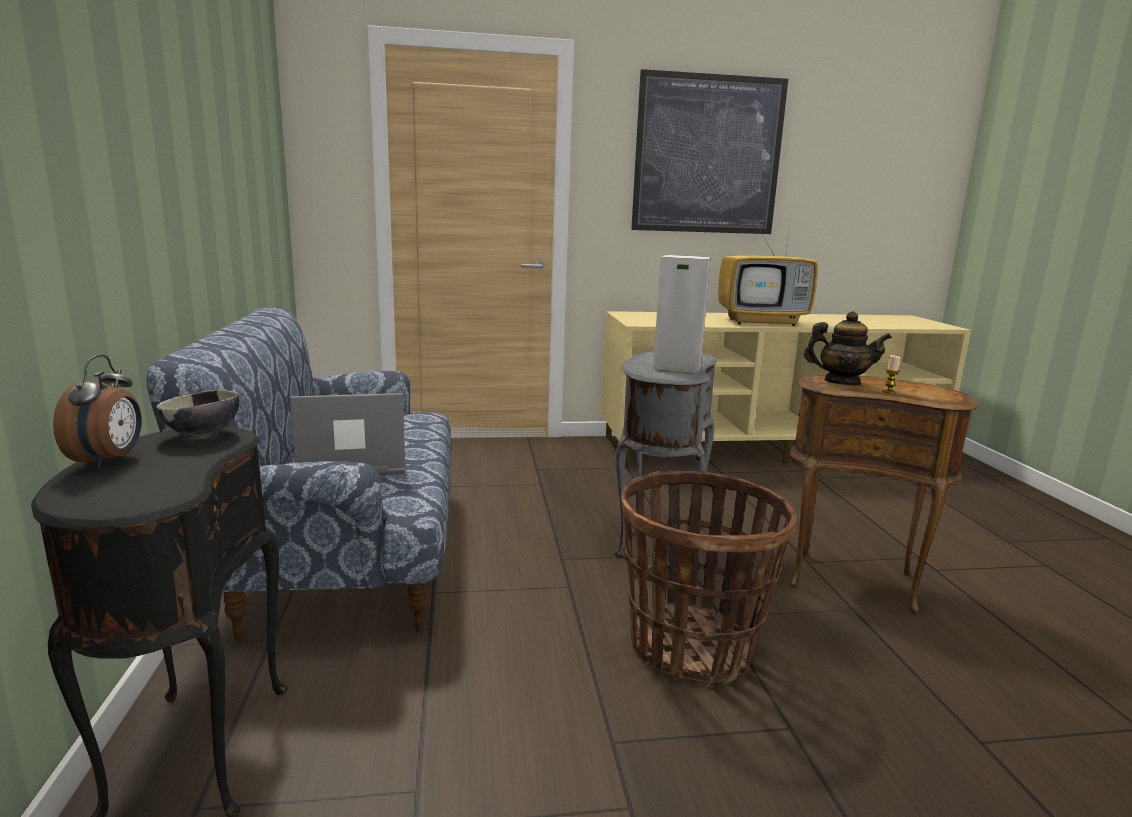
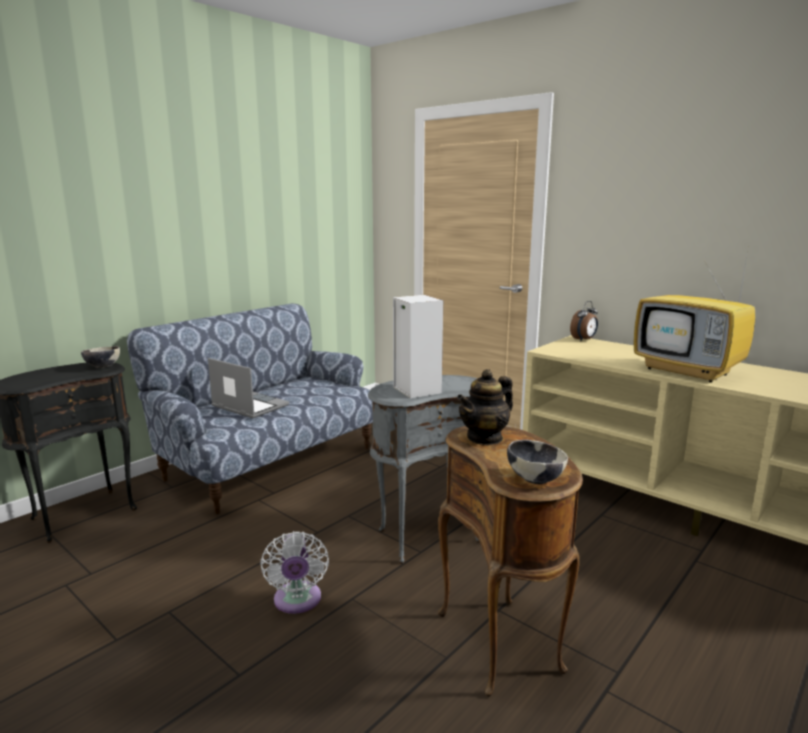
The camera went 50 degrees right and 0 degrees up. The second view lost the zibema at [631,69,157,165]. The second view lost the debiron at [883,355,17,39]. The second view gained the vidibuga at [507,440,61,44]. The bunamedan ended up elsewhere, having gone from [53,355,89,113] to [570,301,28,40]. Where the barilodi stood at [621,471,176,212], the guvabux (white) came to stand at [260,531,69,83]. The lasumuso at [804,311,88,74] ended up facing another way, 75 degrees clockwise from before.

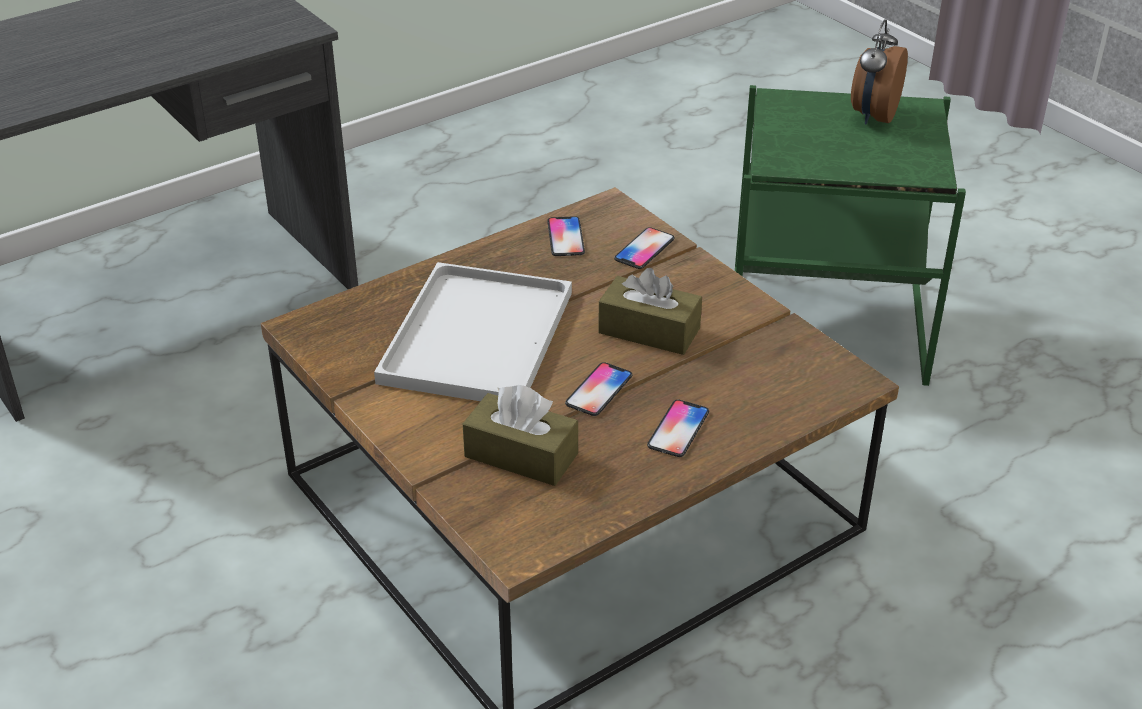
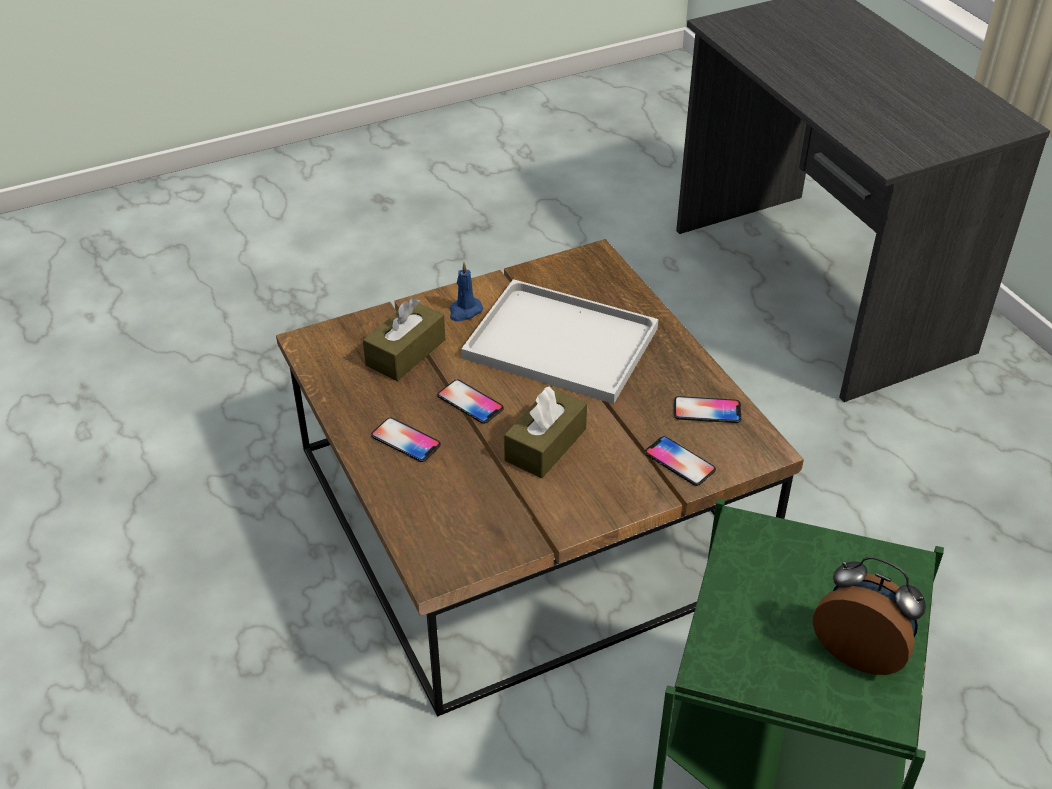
The camera went 100 degrees right and 5 degrees up. The second view gained the debiron (blue) at [450,262,33,59].

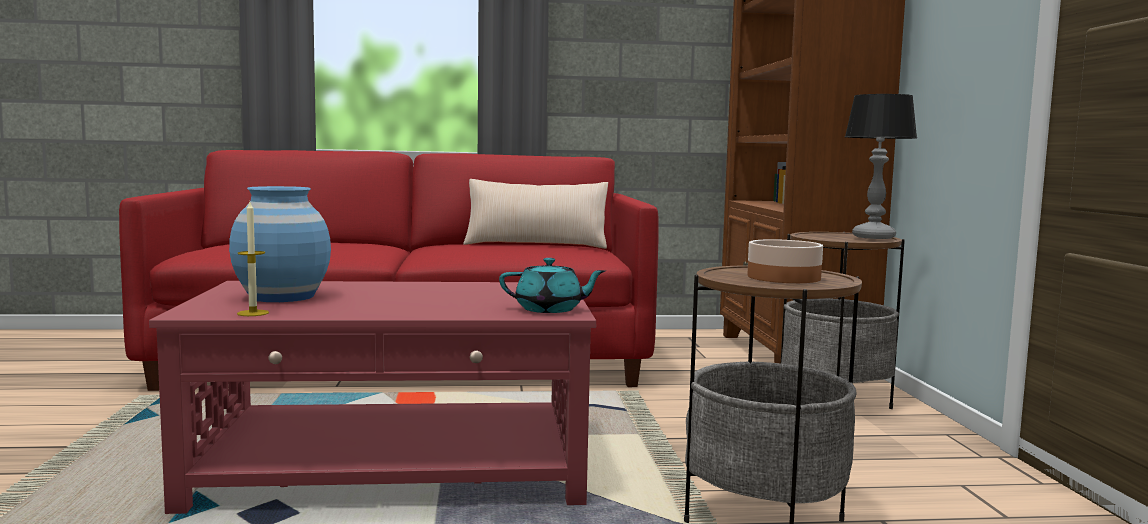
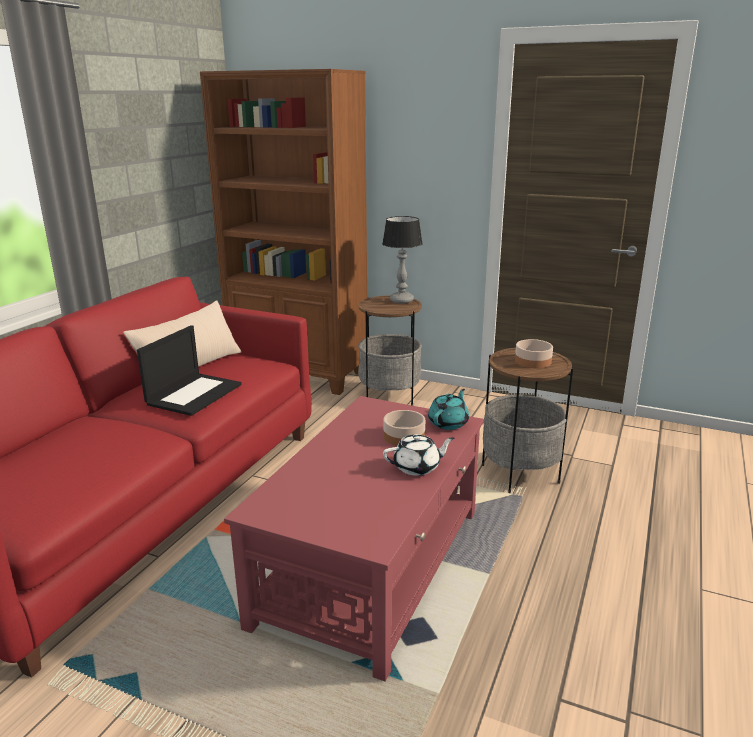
The camera went 60 degrees left and 15 degrees up. The second view lost the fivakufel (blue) at [229,186,102,116]. The second view lost the debiron at [237,202,32,114]. The second view gained the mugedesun at [137,325,105,91]. The second view gained the vidibuga at [383,410,42,36]. The second view gained the lasumuso (white) at [383,434,71,42].

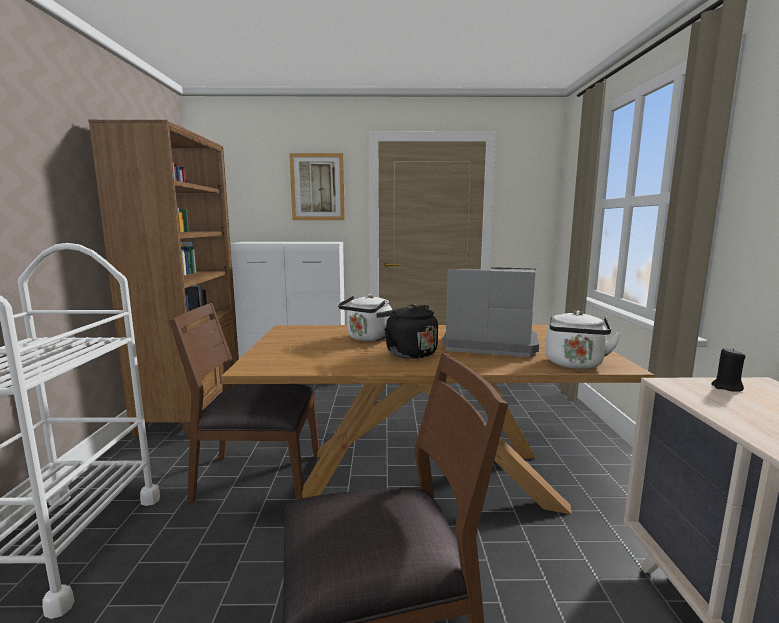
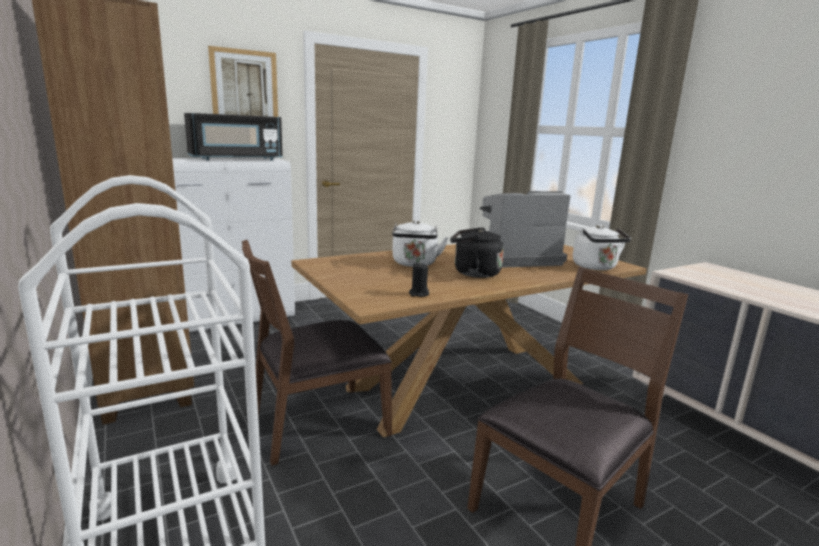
The camera went 30 degrees left and 5 degrees up. The second view gained the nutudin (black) at [184,113,99,47]. The debiron (black) ended up elsewhere, having gone from [711,348,34,44] to [409,262,20,35].

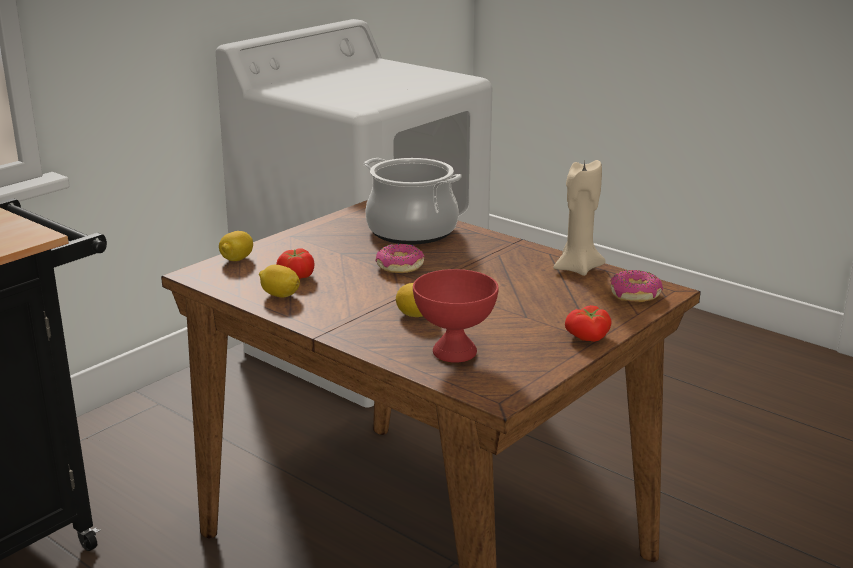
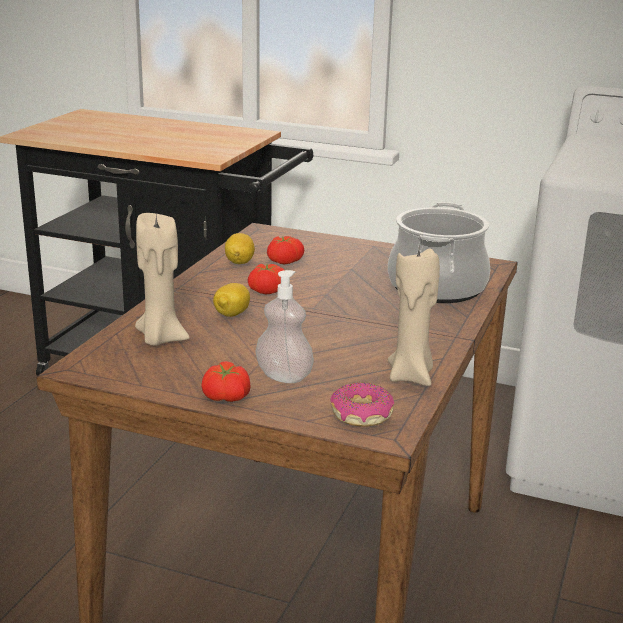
The camera went 70 degrees right and 0 degrees up. The second view lost the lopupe at [219,231,34,30]. The second view lost the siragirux at [375,244,50,29]. The second view gained the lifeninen at [248,264,36,30]. The second view gained the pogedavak at [255,270,59,113]. Where the vidibuga (red) stood at [413,269,85,93], the debiron (beige) came to stand at [135,213,55,133].

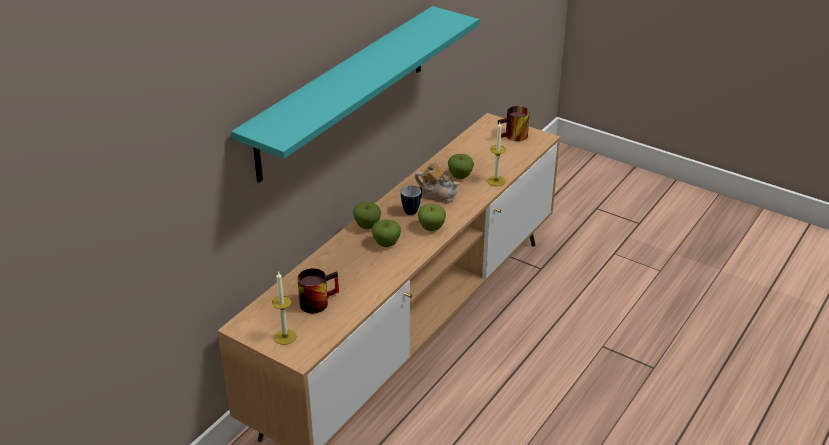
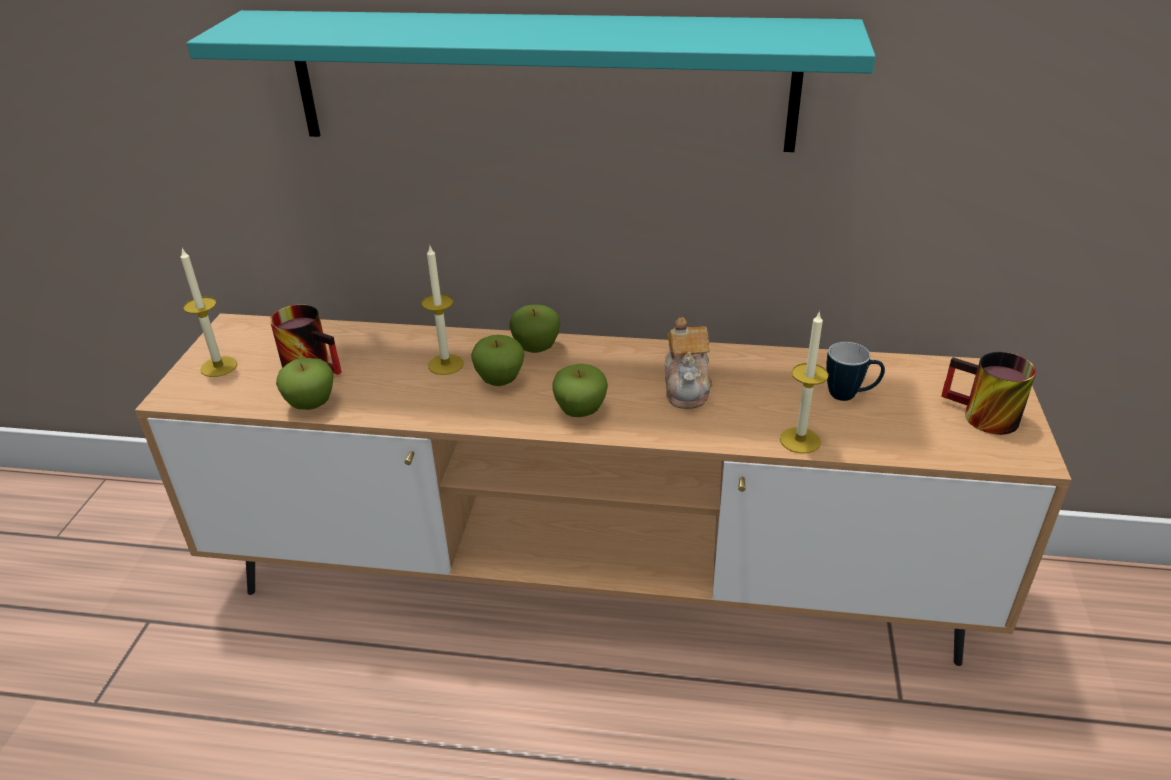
The camera went 65 degrees right and 0 degrees up. The second view gained the debiron at [422,246,42,129]. The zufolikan ended up elsewhere, having gone from [401,185,21,30] to [826,342,59,59]. The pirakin ended up elsewhere, having gone from [448,154,26,25] to [276,358,58,52].

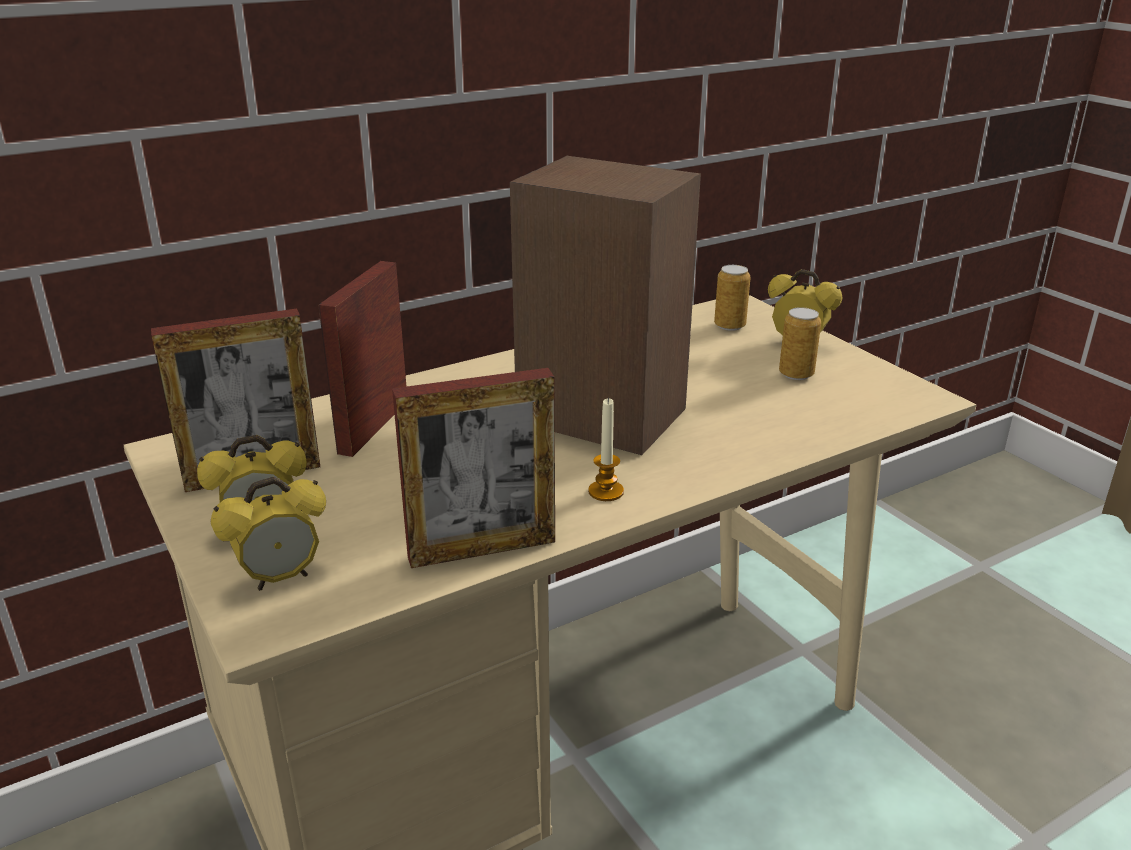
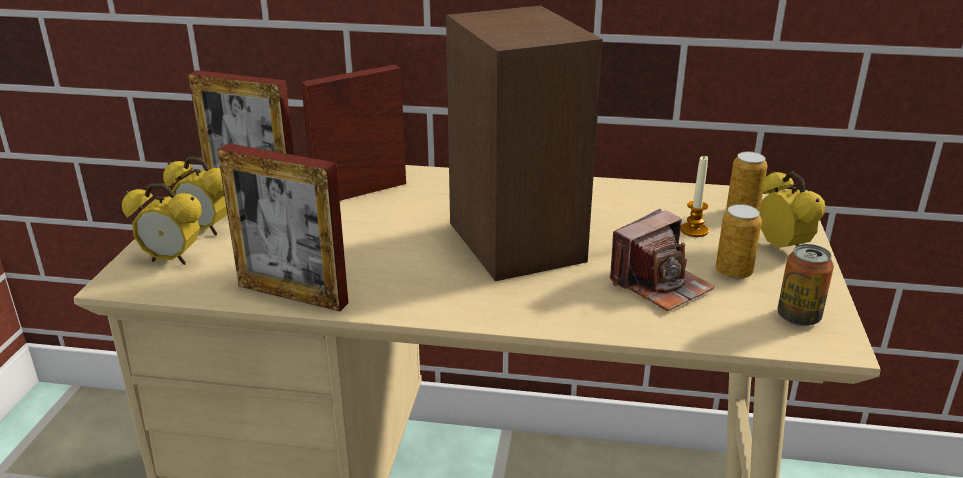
The camera went 40 degrees right and 0 degrees up. The second view gained the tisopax at [610,209,105,102]. The second view gained the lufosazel at [777,244,57,82]. The debiron ended up elsewhere, having gone from [588,398,36,103] to [681,155,28,82].

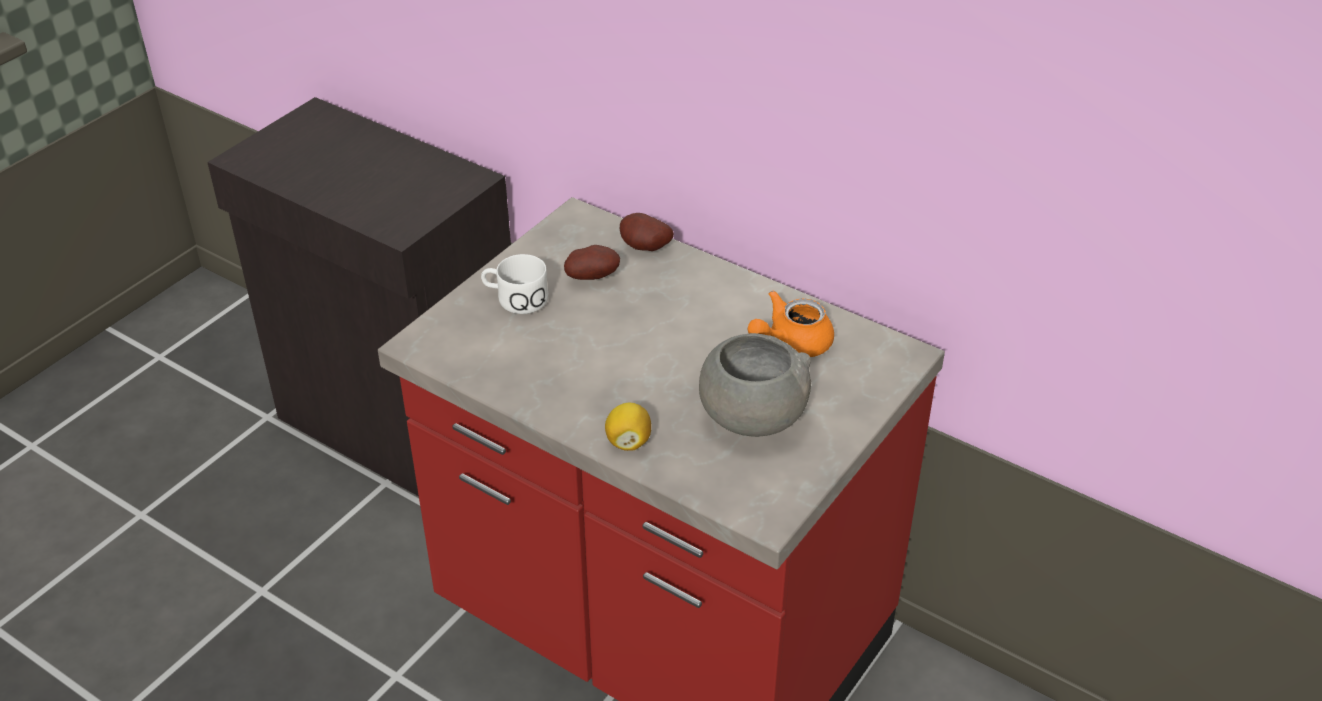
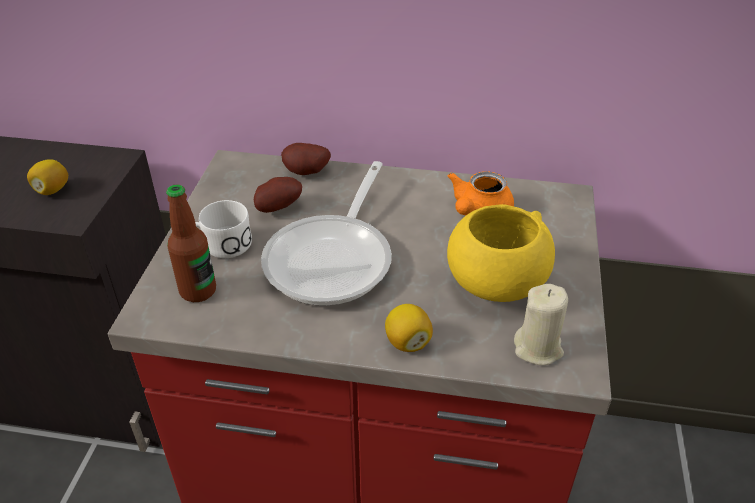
The camera went 25 degrees left and 0 degrees up. The second view gained the lopupe at [27,159,41,36]. The second view gained the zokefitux at [166,184,50,118]. The second view gained the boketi at [261,161,131,145]. The second view gained the debiron (beige) at [514,284,54,81]. What was the vidibuga (grey) at [699,333,112,104] turned into the vidibuga (yellow) at [447,204,108,98].

